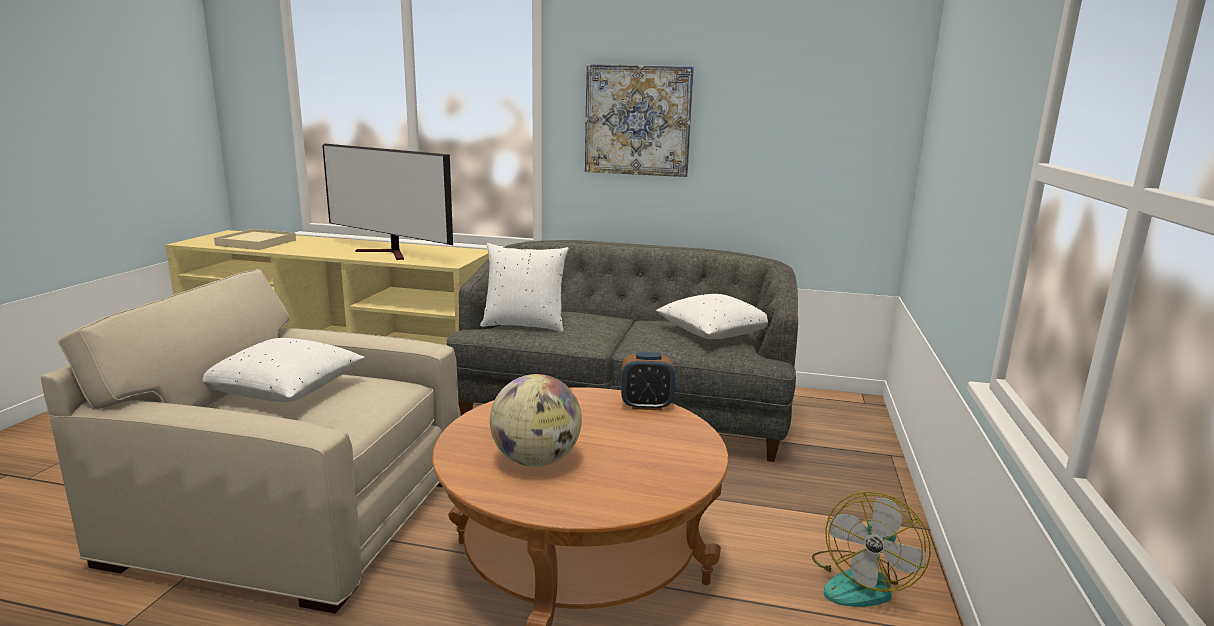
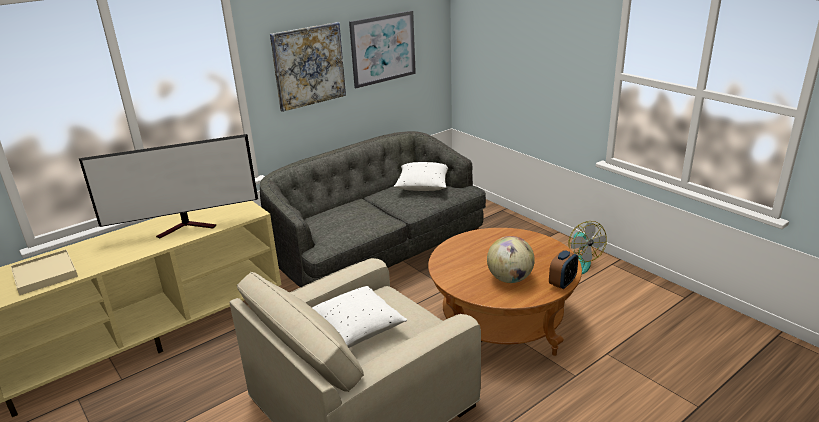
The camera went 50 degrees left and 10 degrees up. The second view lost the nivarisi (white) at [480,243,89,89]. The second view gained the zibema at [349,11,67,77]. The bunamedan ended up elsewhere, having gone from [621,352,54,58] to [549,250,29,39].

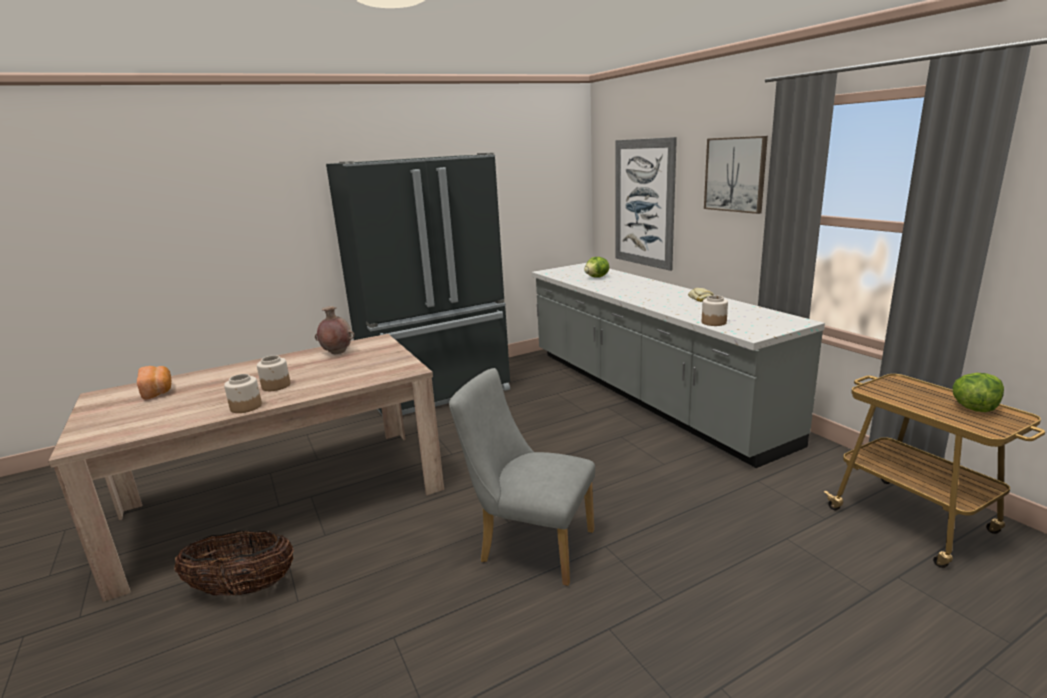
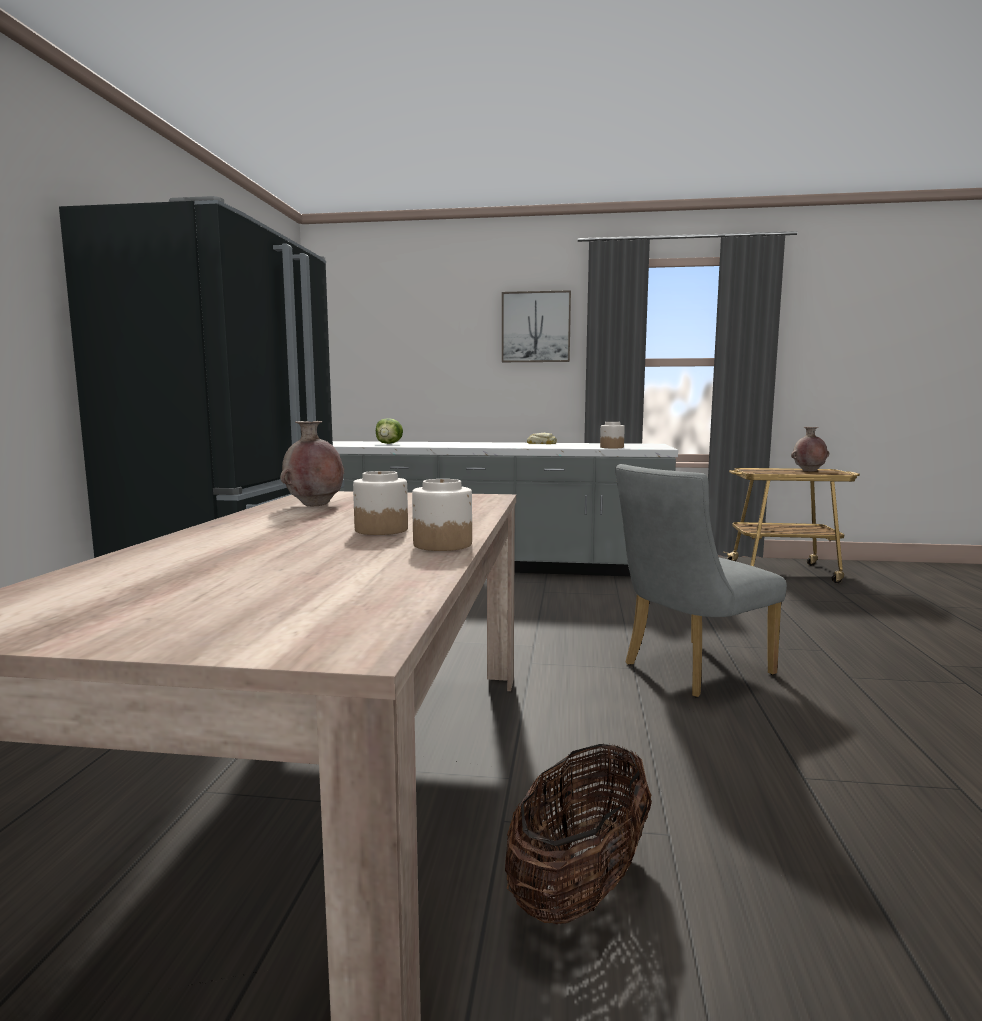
The camera went 55 degrees left and 10 degrees down. The second view lost the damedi at [137,366,34,33]. The second view lost the zibema at [615,137,62,134]. Where the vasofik stood at [952,373,52,39], the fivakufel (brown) came to stand at [791,427,38,45].

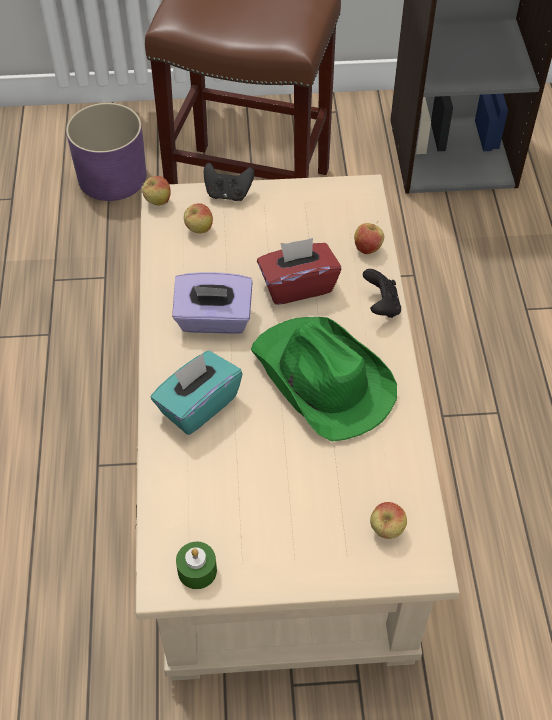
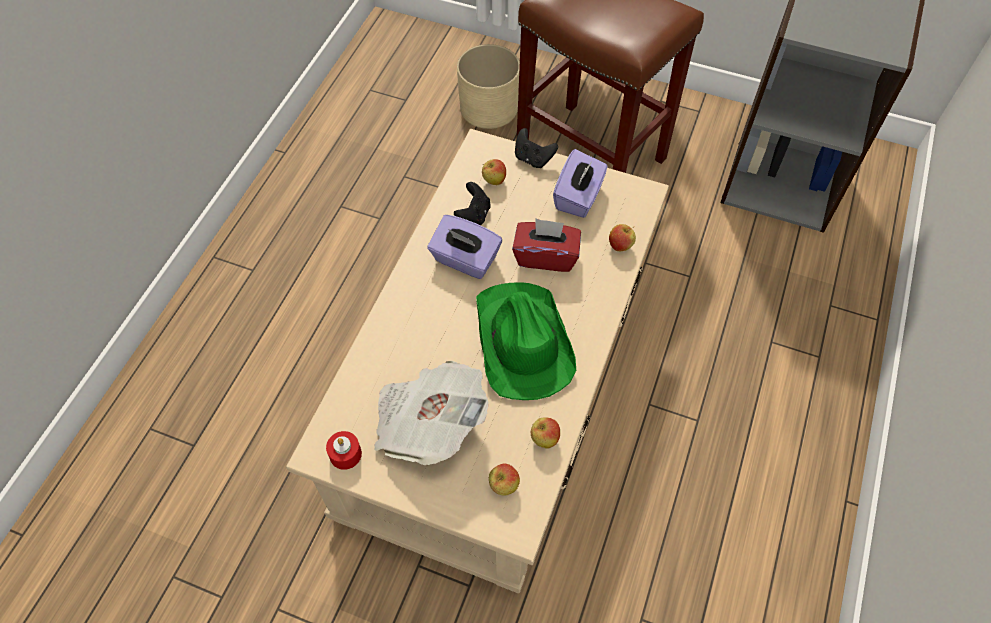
The camera went 25 degrees right and 5 degrees up. The second view lost the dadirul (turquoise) at [151,351,92,84]. The second view gained the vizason at [374,360,115,105]. The second view gained the dadirul (purple) at [553,149,55,69]. The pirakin ended up elsewhere, having gone from [142,176,29,30] to [531,417,29,32]. The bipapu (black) ended up elsewhere, having gone from [363,269,38,49] to [454,182,37,43]. What was the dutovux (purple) at [66,103,81,98] turned into the dutovux (beige) at [457,44,63,85]. What was the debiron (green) at [176,542,41,47] turned into the debiron (red) at [326,431,36,39].

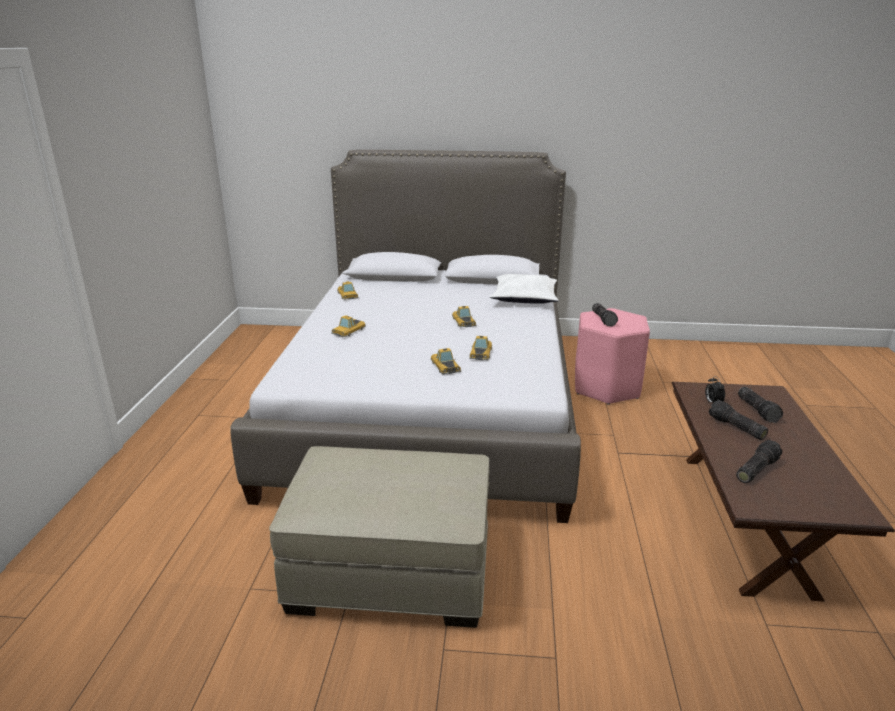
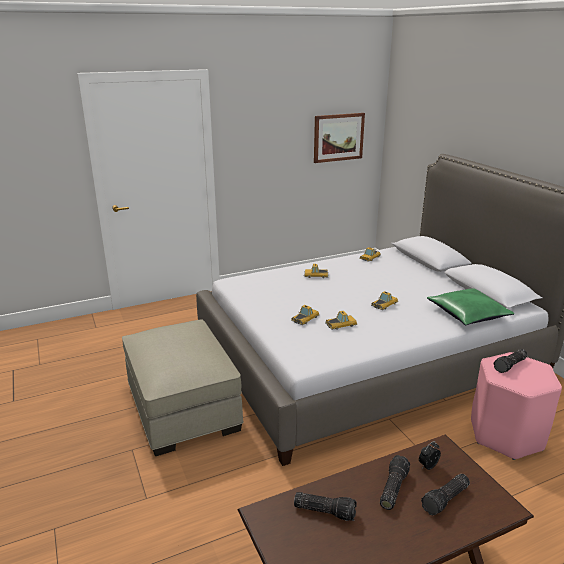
The camera went 60 degrees right and 0 degrees up. The second view gained the zibema at [314,113,51,50]. What was the nivarisi (white) at [490,274,69,30] turned into the nivarisi (green) at [427,288,87,37].

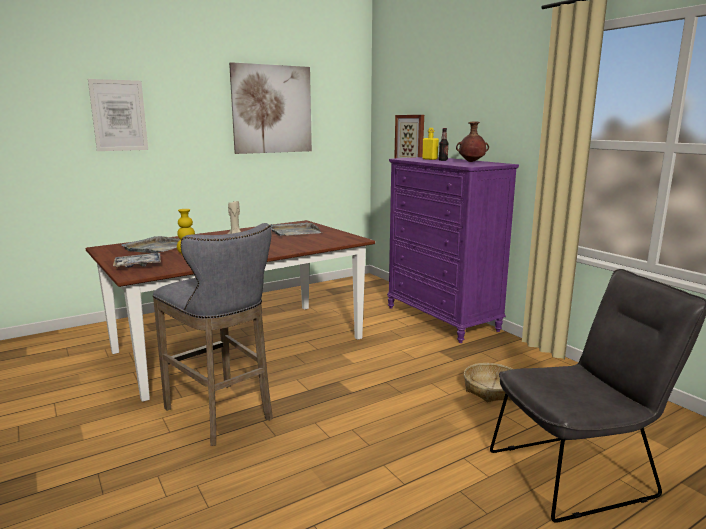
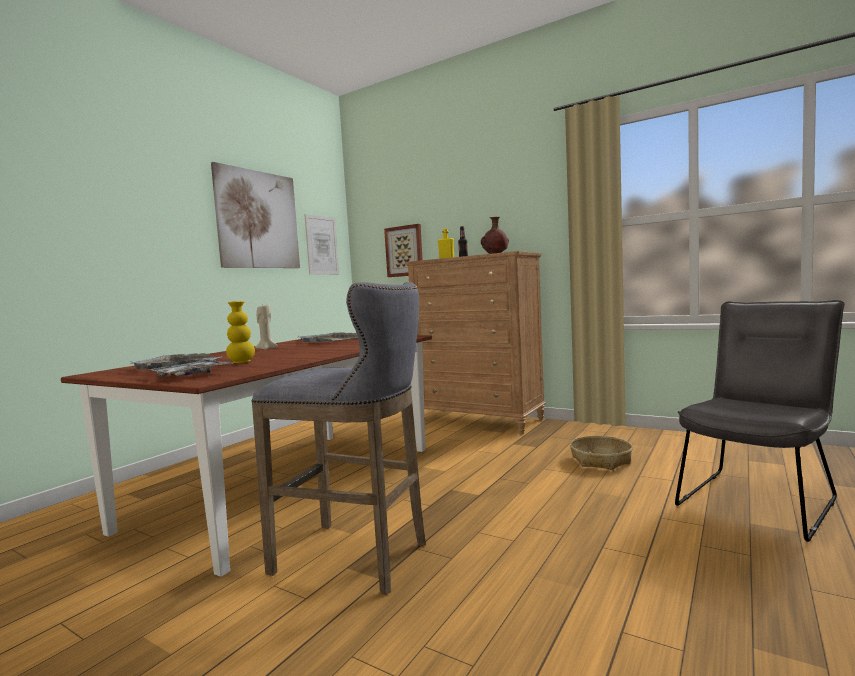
The camera went 25 degrees left and 10 degrees down. The zibema ended up elsewhere, having gone from [88,79,60,72] to [304,214,35,61]. What was the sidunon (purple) at [387,157,132,186] turned into the sidunon (brown) at [405,251,141,183].

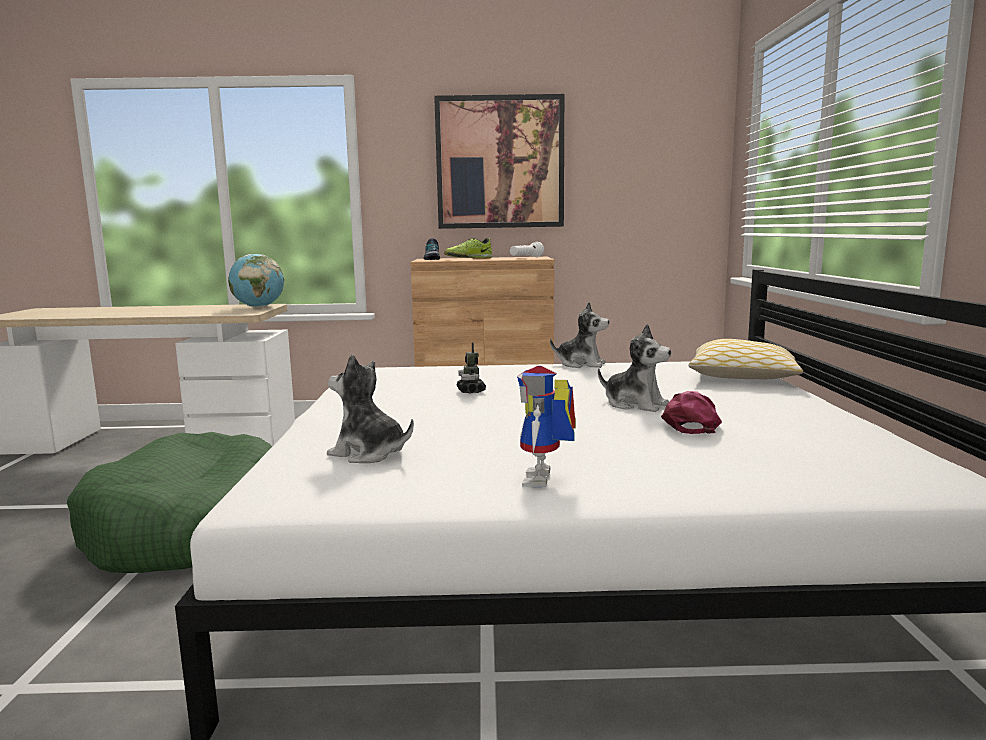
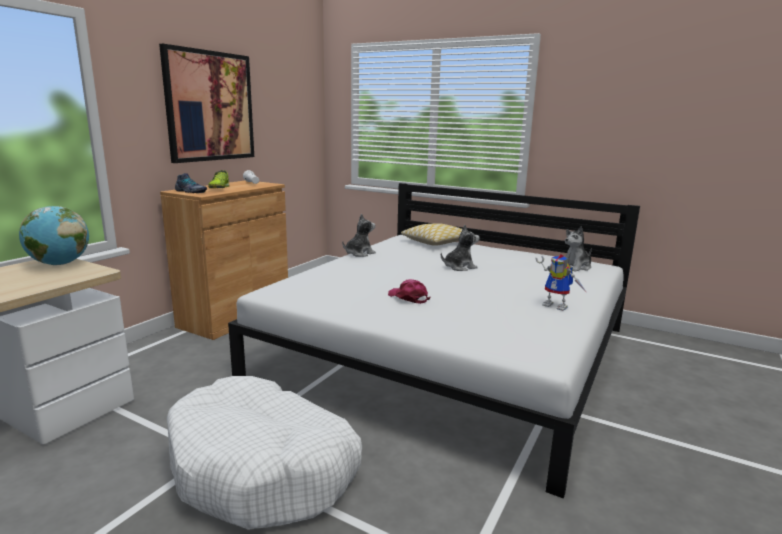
The camera went 60 degrees left and 5 degrees up. The second view lost the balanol at [457,342,29,51]. The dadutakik ended up elsewhere, having gone from [327,354,87,109] to [565,226,27,46]. The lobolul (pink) ended up elsewhere, having gone from [661,391,61,43] to [388,279,43,25]. What was the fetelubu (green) at [67,432,205,141] turned into the fetelubu (white) at [167,376,195,154].

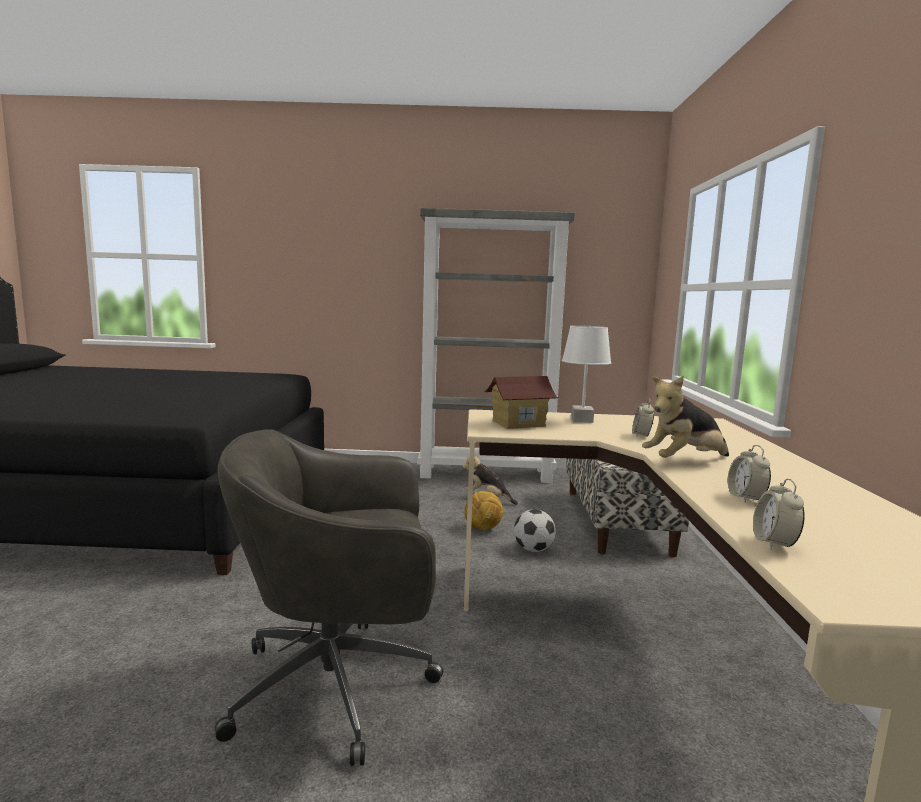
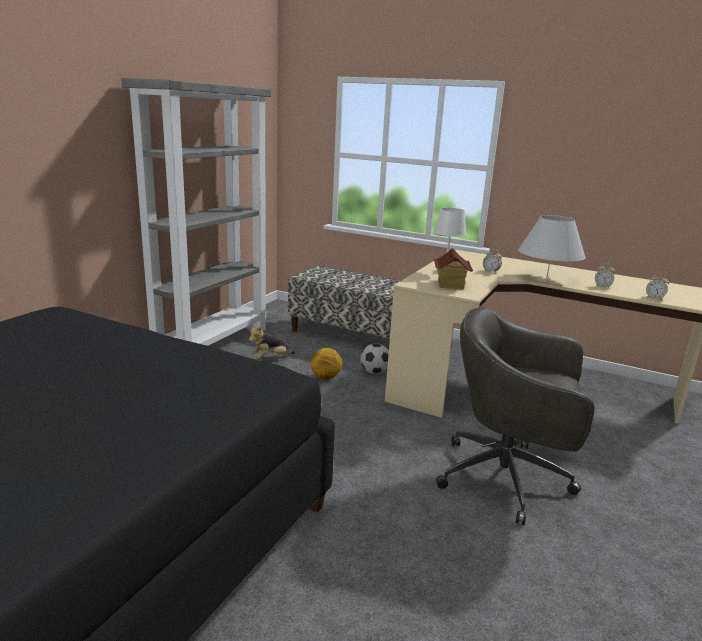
The camera went 65 degrees left and 10 degrees up. Where the dadutakik stood at [642,376,87,82], the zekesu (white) came to stand at [518,215,68,65]. The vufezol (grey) at [215,430,228,336] ended up facing another way, 90 degrees clockwise from before.

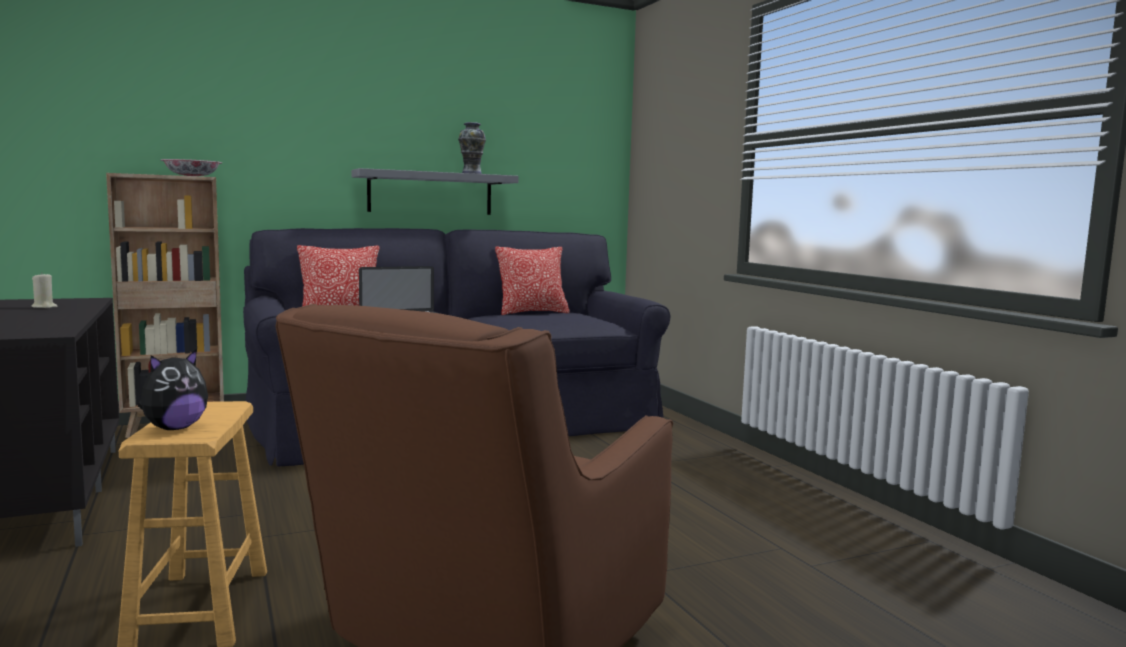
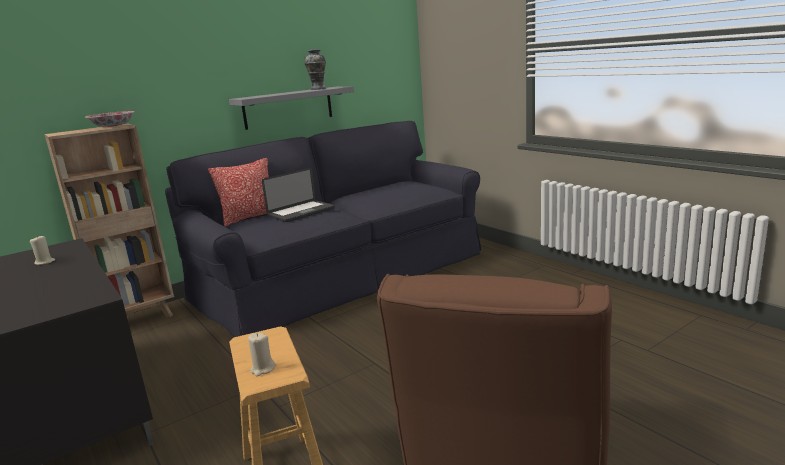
The camera went 10 degrees left and 10 degrees up. The second view lost the nivarisi at [495,246,75,69]. Where the dadutakik stood at [138,349,70,81], the debiron (beige) came to stand at [248,333,28,43].

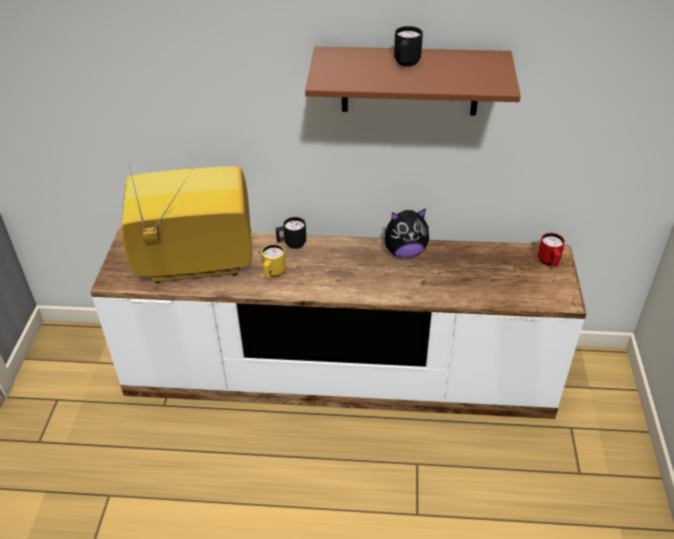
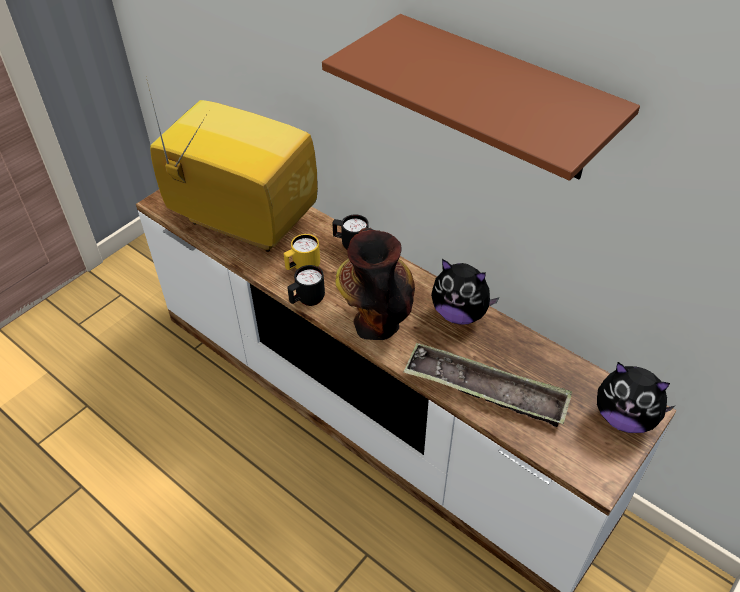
The camera went 35 degrees right and 5 degrees up. The second view gained the fivakufel at [335,228,80,112]. The second view gained the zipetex at [403,343,169,84]. The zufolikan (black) ended up elsewhere, having gone from [394,26,29,40] to [287,265,38,41]. Where the zufolikan (red) stood at [538,233,27,34], the dadutakik came to stand at [597,362,77,71].

